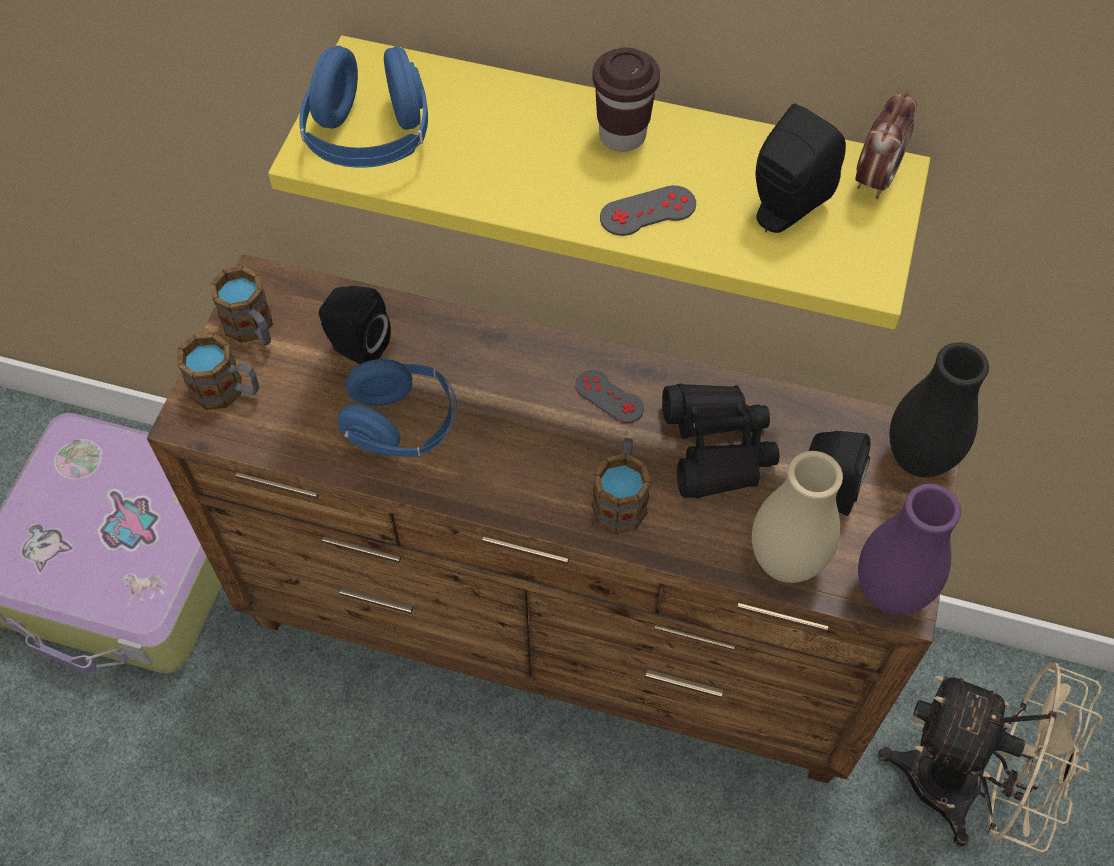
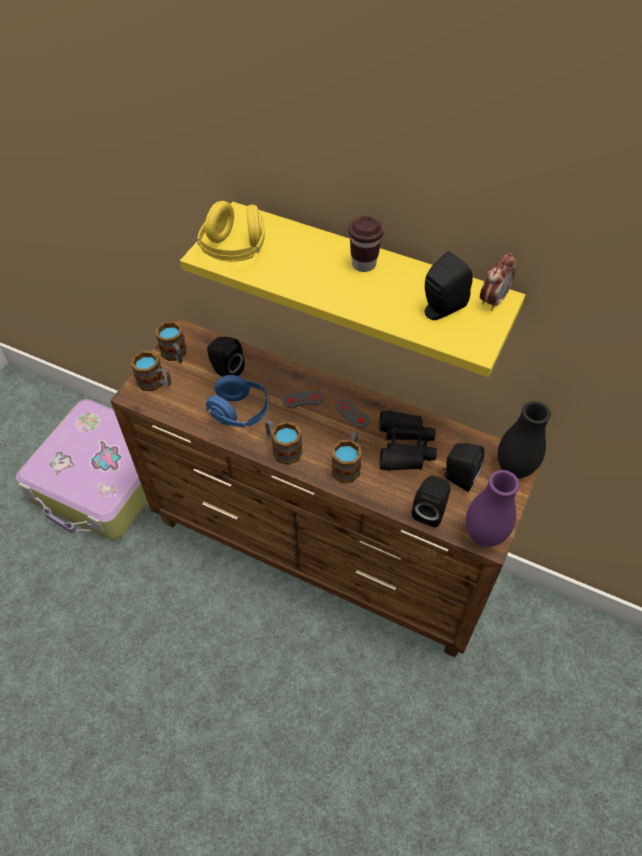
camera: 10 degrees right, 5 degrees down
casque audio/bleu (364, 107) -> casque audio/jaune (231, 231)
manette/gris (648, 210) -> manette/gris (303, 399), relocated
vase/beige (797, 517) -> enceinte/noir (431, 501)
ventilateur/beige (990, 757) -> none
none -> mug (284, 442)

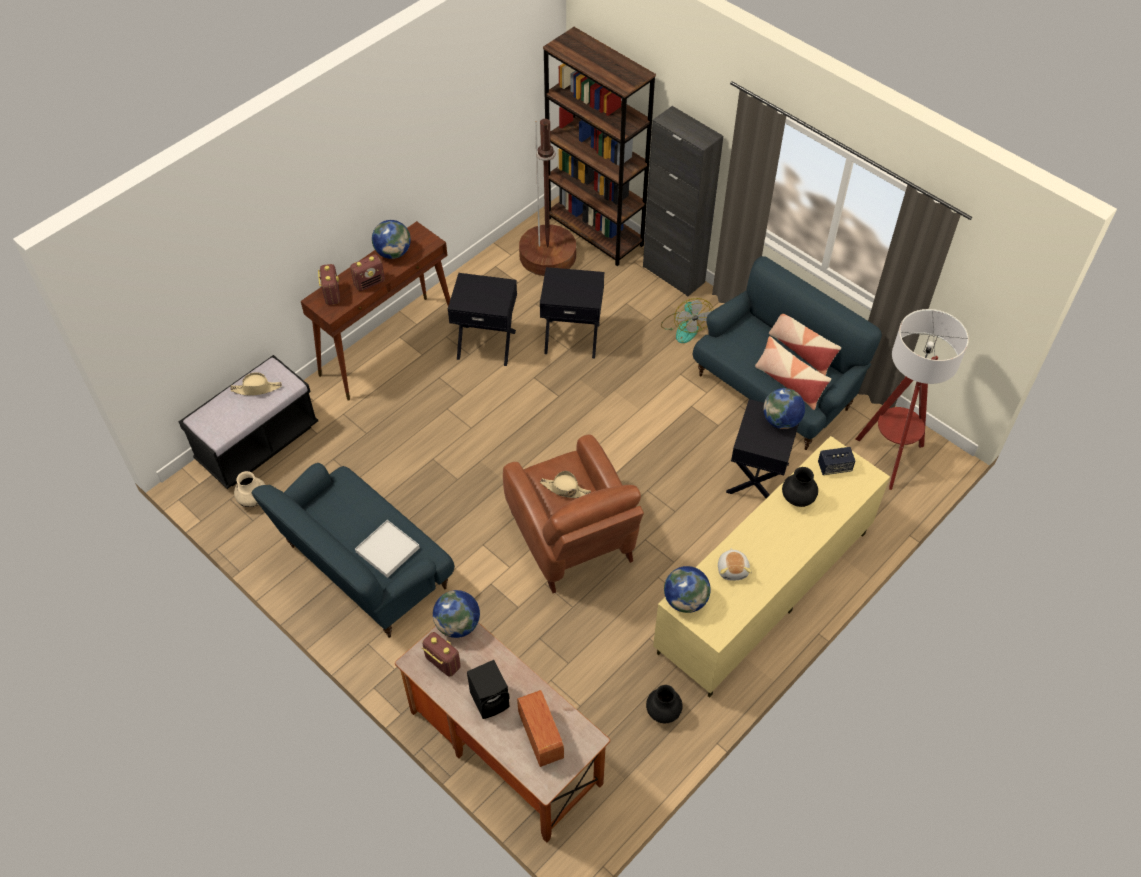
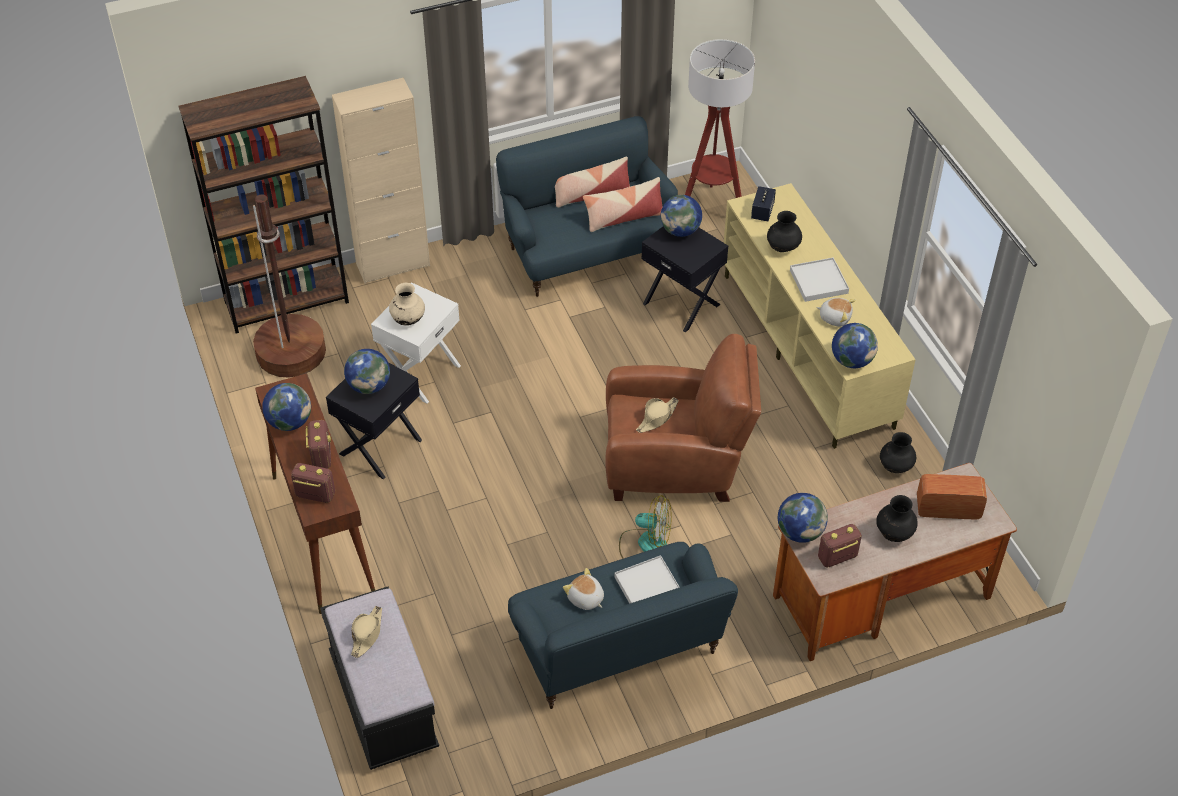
camera: 65 degrees left, 5 degrees down
vase/beige (250, 489) -> vase/beige (407, 304), relocated
enceinte/noir (488, 689) -> vase/noir (897, 518)
table d'appoint/noir (572, 312) -> table d'appoint/blanc (416, 342)
meuble de rangement/noir (683, 201) -> meuble de rangement/beige (381, 181)
ventilateur (687, 320) -> ventilateur (645, 527), relocated
none -> globe (367, 371)
none -> peluche (583, 589)
none -> plateau/blanc (819, 279)

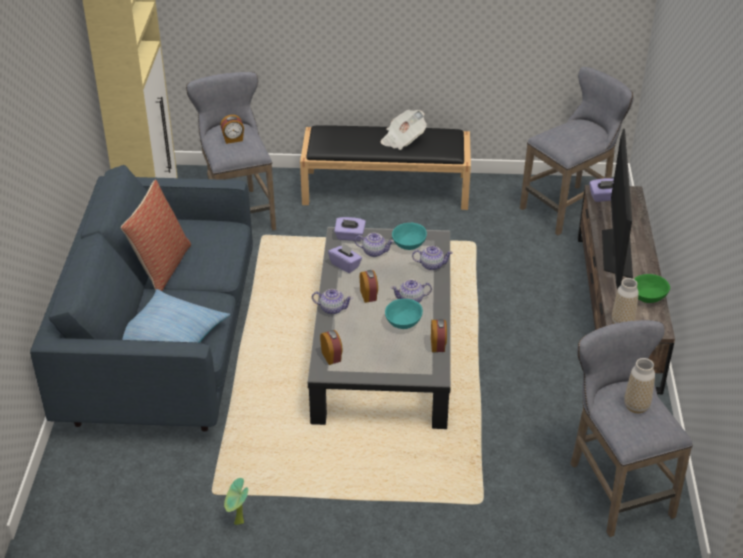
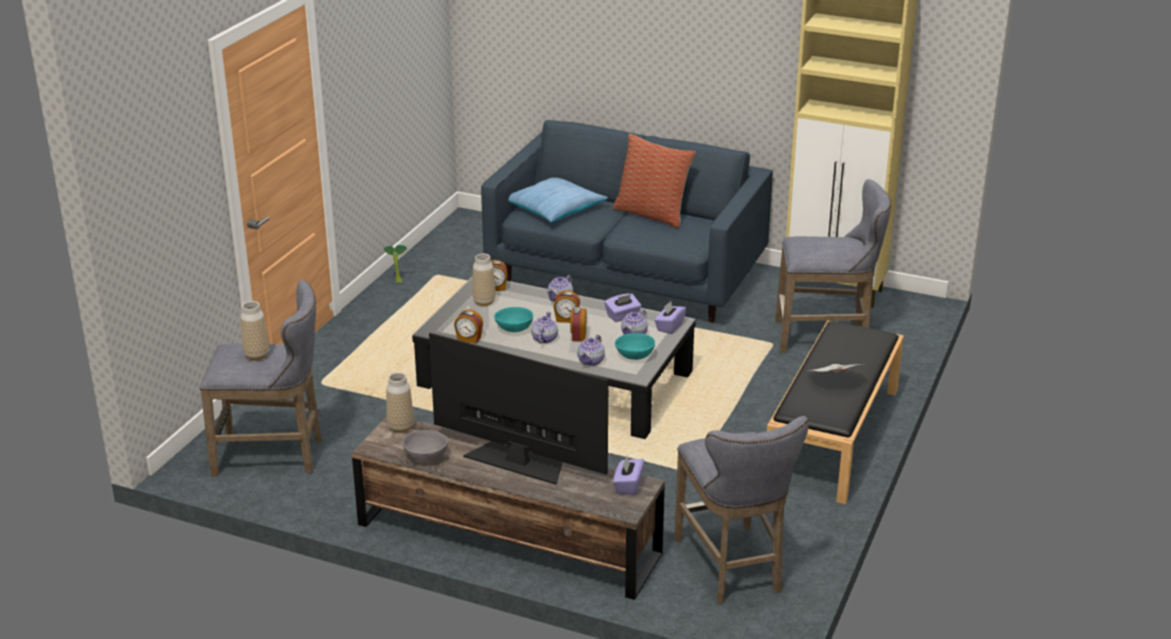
camera: 110 degrees right, 10 degrees down
réveil (232, 129) -> réveil (578, 324), relocated
bol/vert (652, 288) -> bol/gris (425, 446)
none -> vase (484, 279)

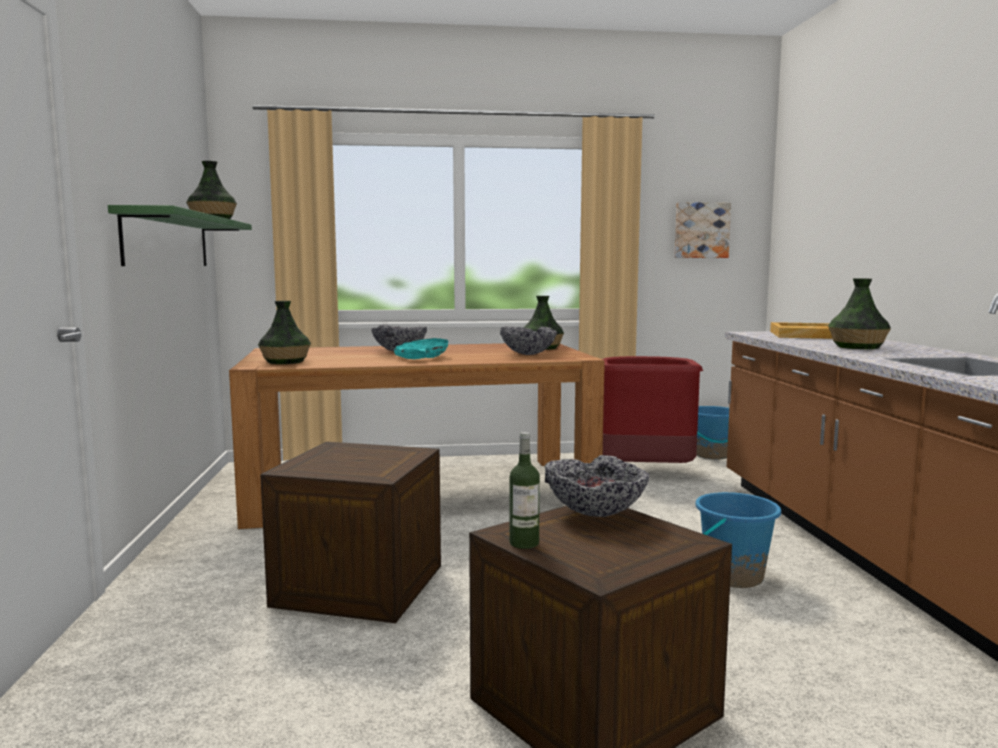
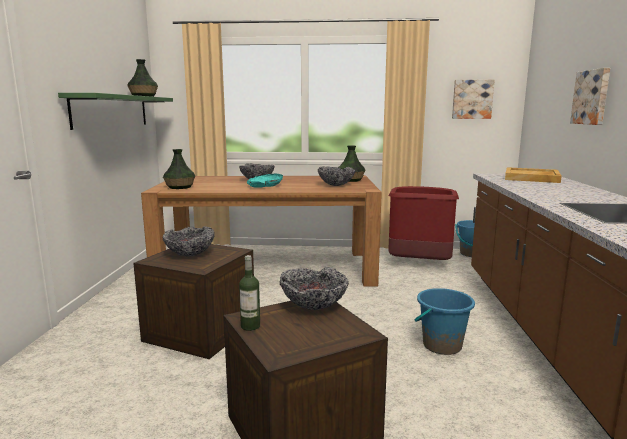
camera: 10 degrees right, 5 degrees up
vase (859, 314) -> none
none -> bol (189, 241)
none -> tableau (590, 96)

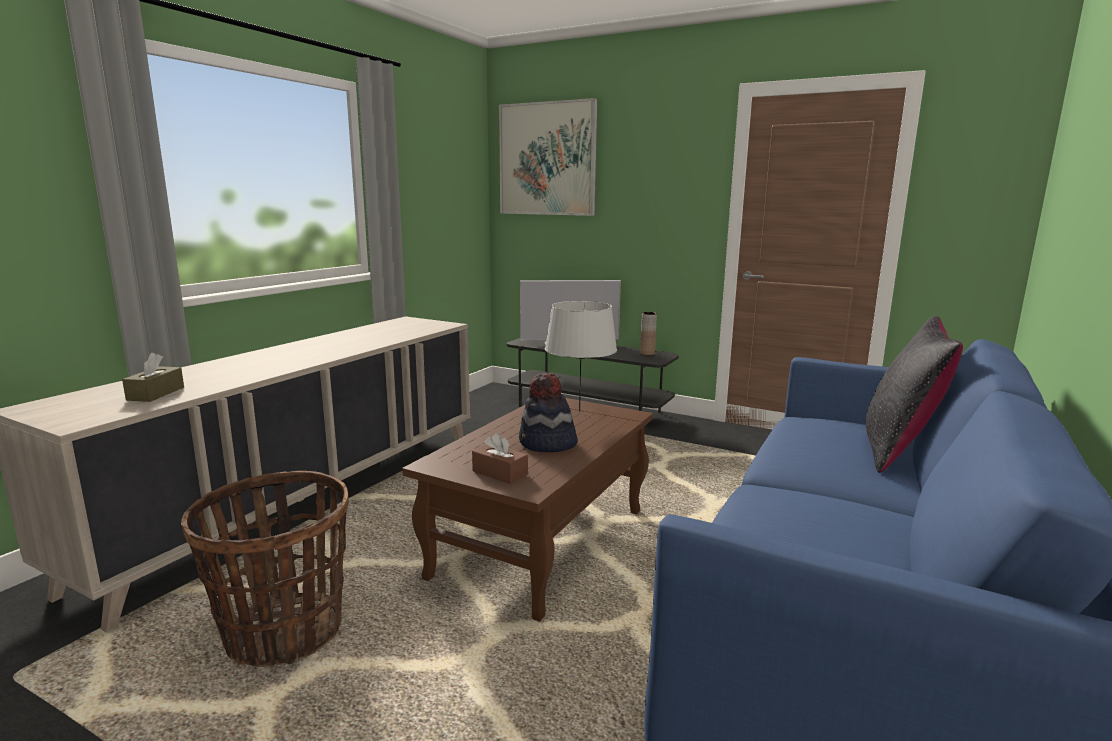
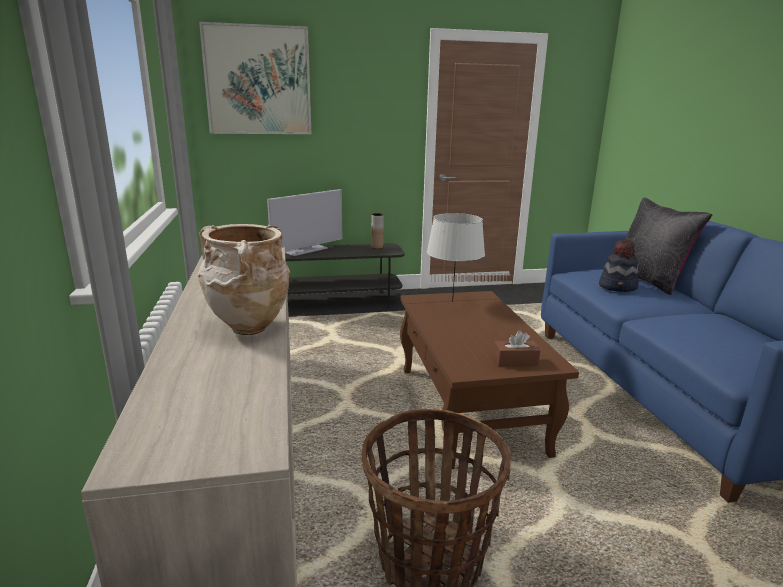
camera: 40 degrees left, 5 degrees up
boîte à mouchoirs/marron (153, 377) -> none
chapeau (548, 412) -> chapeau (619, 265), relocated
none -> vase/beige (243, 279)

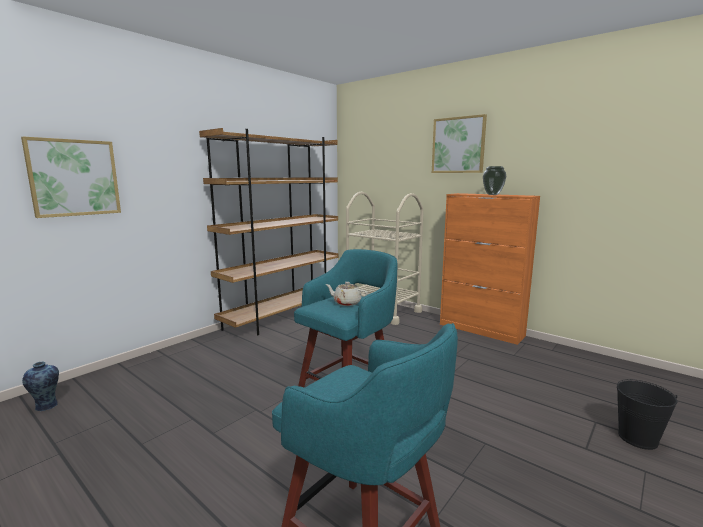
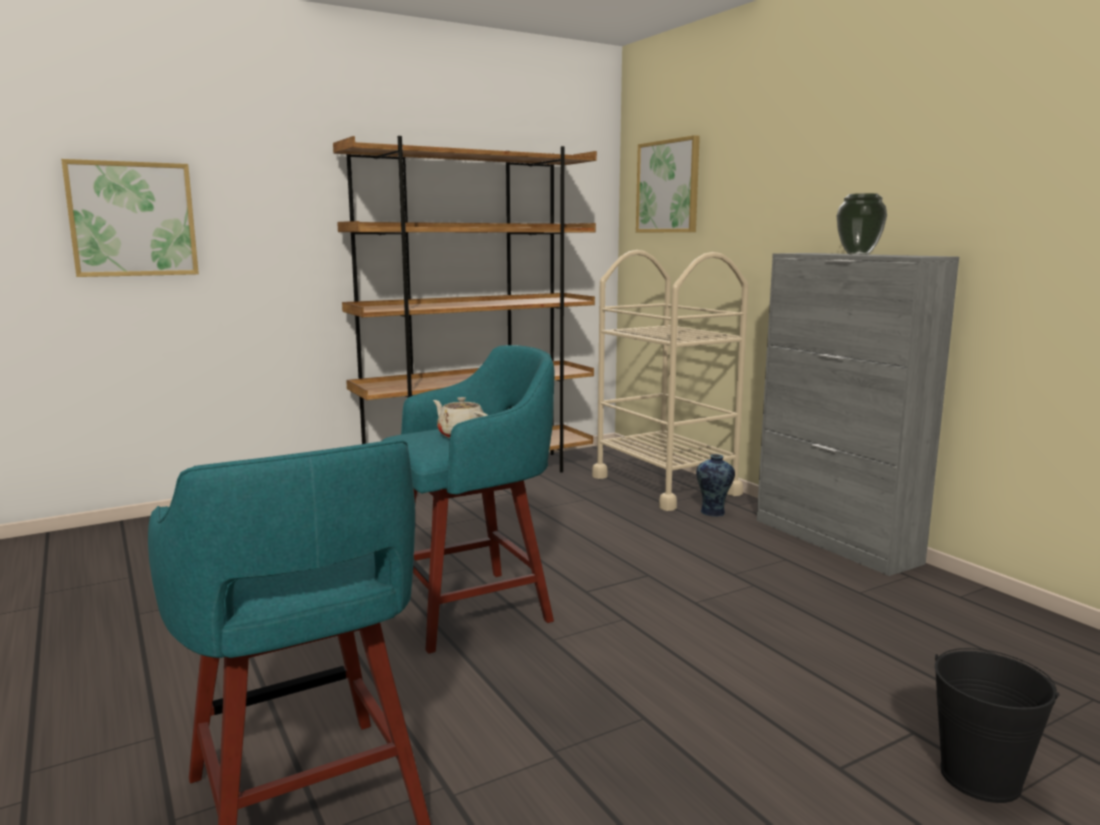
camera: 20 degrees right, 0 degrees up
vase (40, 386) -> vase (715, 485), relocated
tableau (459, 143) -> tableau (668, 183), relocated
meuble de rangement/orange (490, 269) -> meuble de rangement/gris (858, 414)

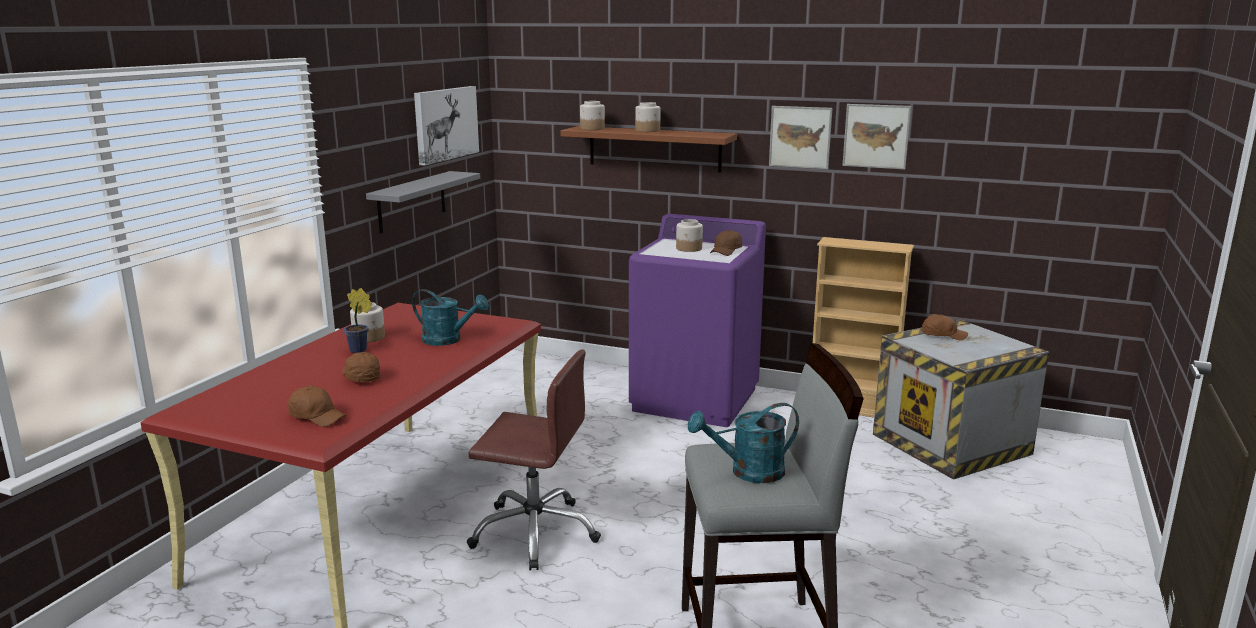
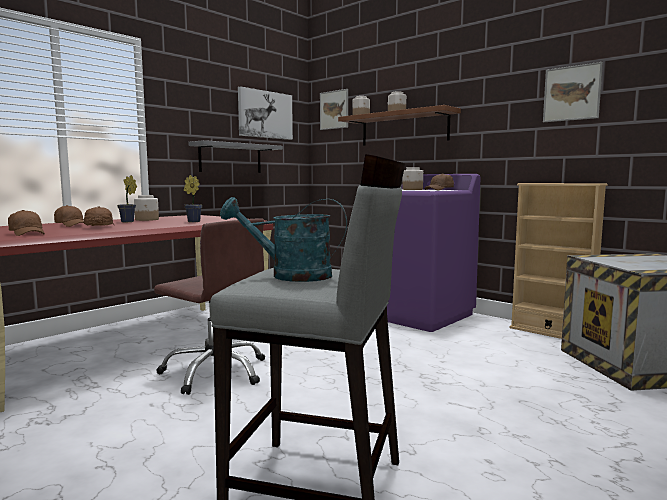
camera: 20 degrees right, 10 degrees down
arrosoir/turquoise (450, 317) -> plante en pot (193, 198)
tableau (801, 137) -> tableau (334, 109), relocated
casquette/marron (945, 327) -> casquette/marron (71, 216), relocated

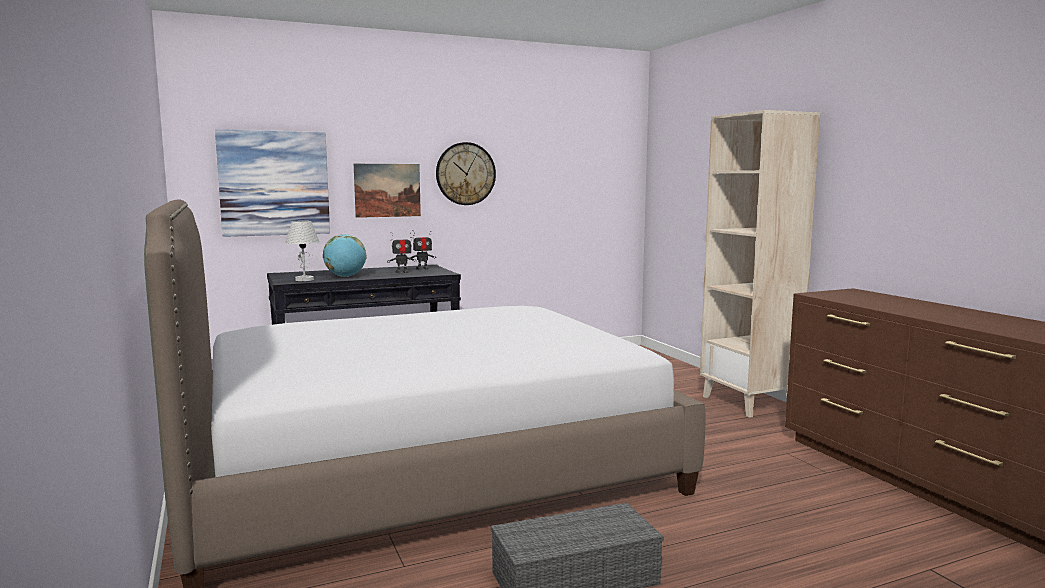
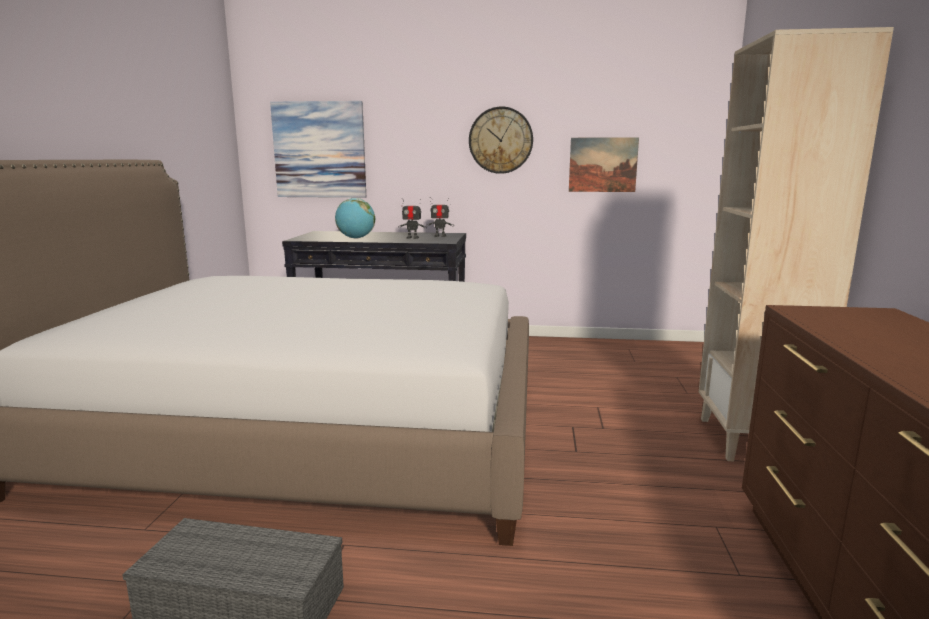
camera: 30 degrees right, 5 degrees up
lampe de table/blanc (302, 251) -> none
tableau (387, 191) -> tableau (604, 164), relocated

